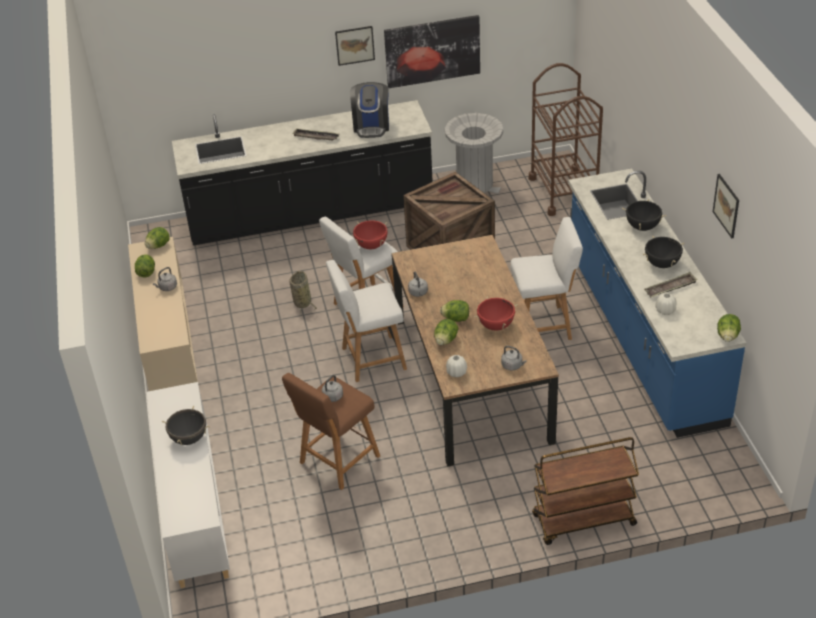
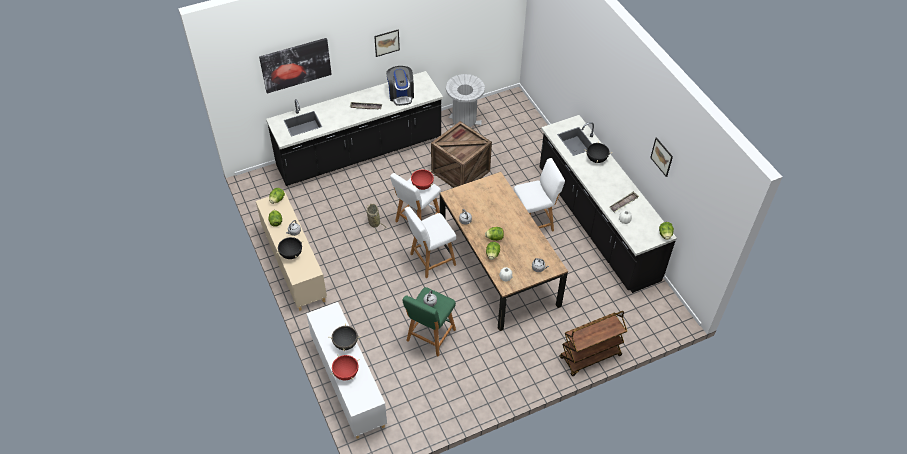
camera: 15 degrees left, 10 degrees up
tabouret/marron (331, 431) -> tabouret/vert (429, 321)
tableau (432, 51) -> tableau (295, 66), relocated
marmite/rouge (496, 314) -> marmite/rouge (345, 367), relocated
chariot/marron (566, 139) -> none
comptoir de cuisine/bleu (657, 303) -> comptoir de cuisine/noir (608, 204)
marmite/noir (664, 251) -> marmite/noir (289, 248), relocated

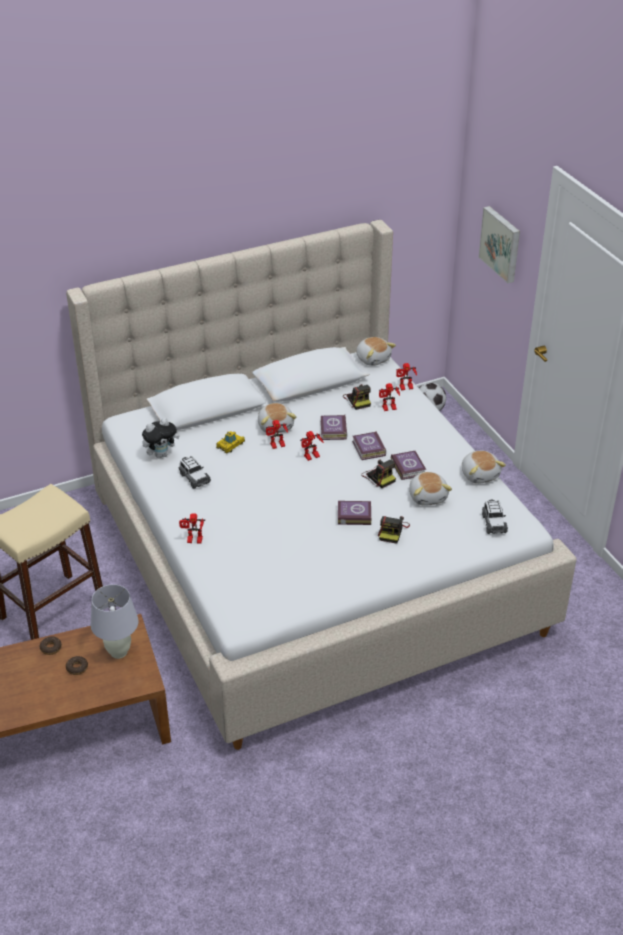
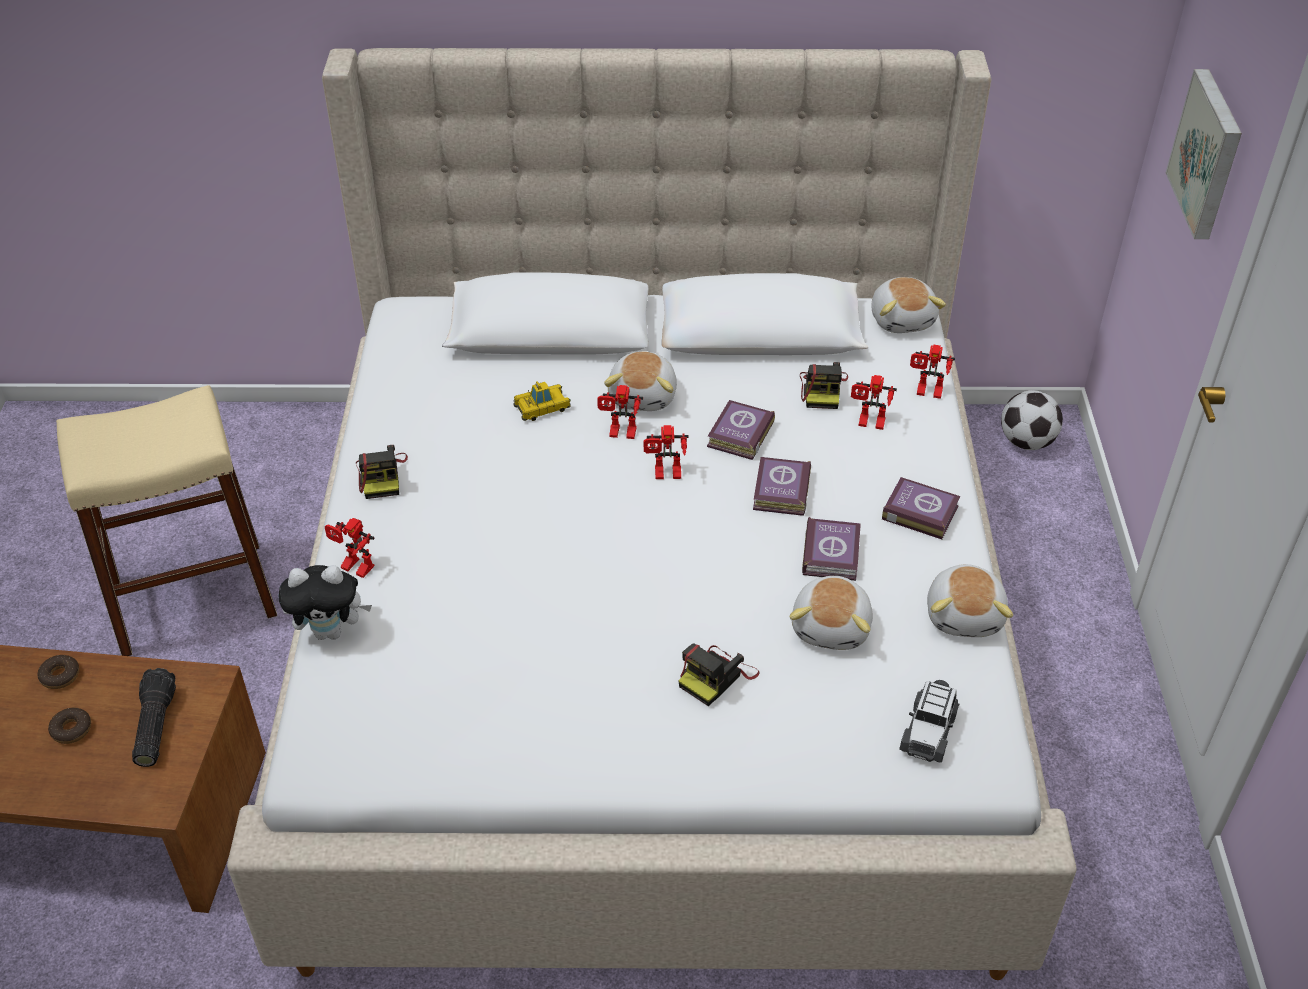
camera: 25 degrees right, 5 degrees up
lampe de table/blanc (114, 621) -> lampe de poche (154, 717)
peluche (161, 438) -> peluche (325, 602), relocated
petite voiture (195, 472) -> none
livre (354, 513) -> livre (921, 508), relocated
appareil photo (378, 473) -> appareil photo (382, 472), relocated

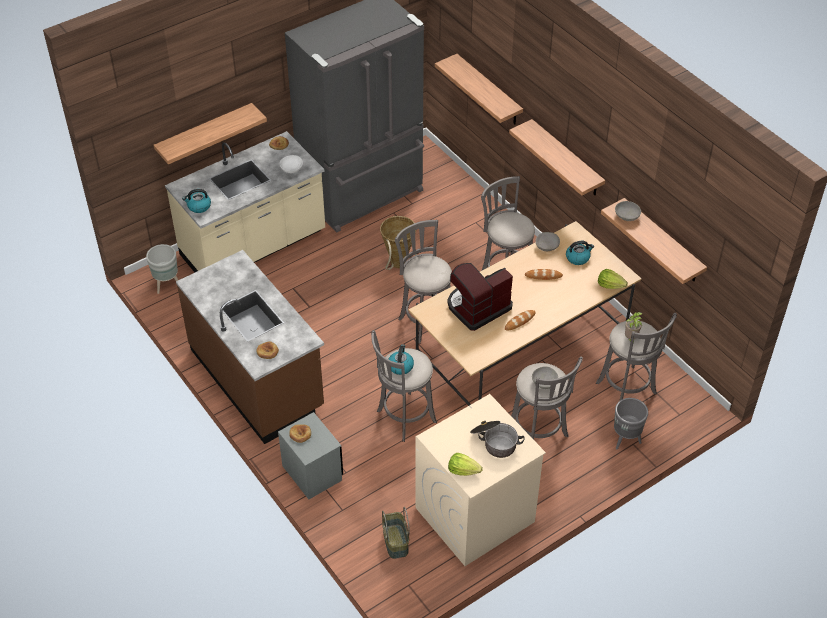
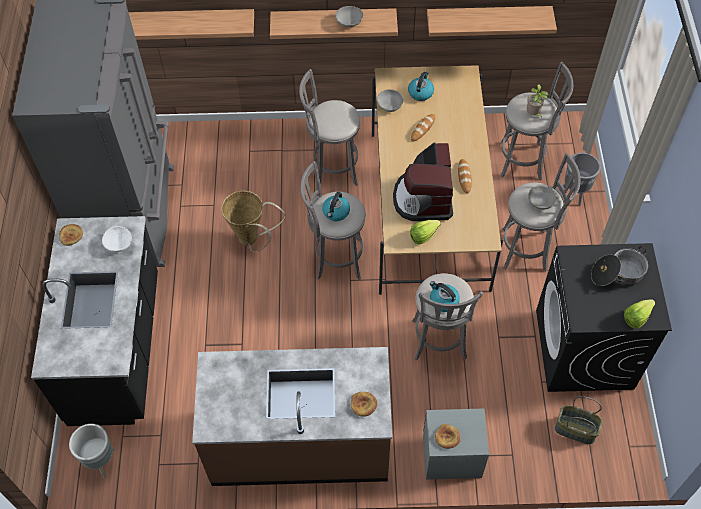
camera: 55 degrees left, 10 degrees up
étagère (210, 133) -> none
comptoir de cuisine/beige (245, 201) -> comptoir de cuisine/noir (94, 321)
bouilloire (196, 201) -> bouilloire (336, 206), relocated
lave-linge/beige (480, 480) -> lave-linge/noir (604, 317)
laitue (613, 279) -> laitue (425, 232), relocated
bol/gris (628, 211) -> bol/gris (349, 16), relocated

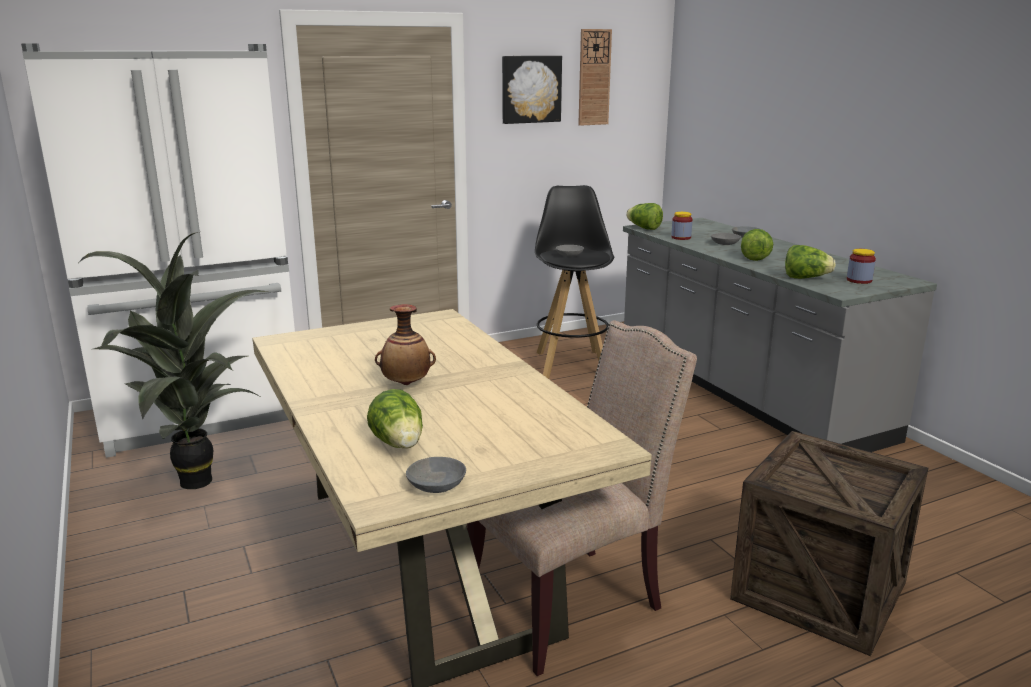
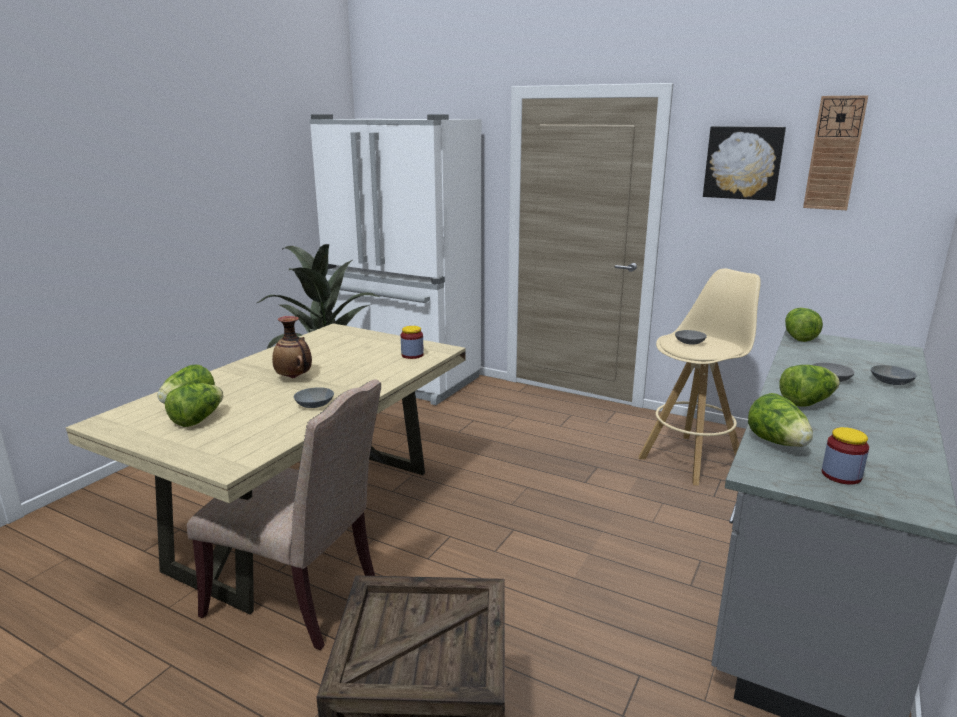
camera: 55 degrees right, 0 degrees up
bol/gris (436, 475) -> bol/gris (314, 397), relocated
tabouret/noir (574, 282) -> tabouret/beige (700, 376)
bocal (682, 226) -> bocal (412, 342), relocated
none -> laitue (194, 405)

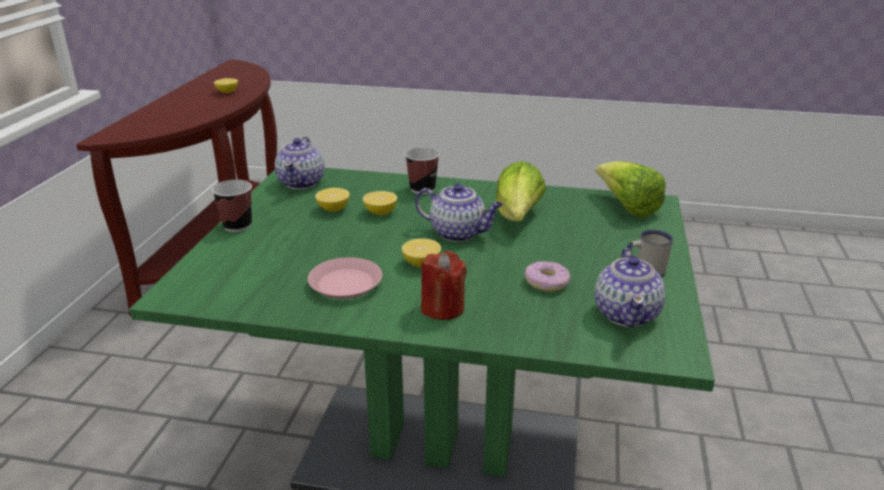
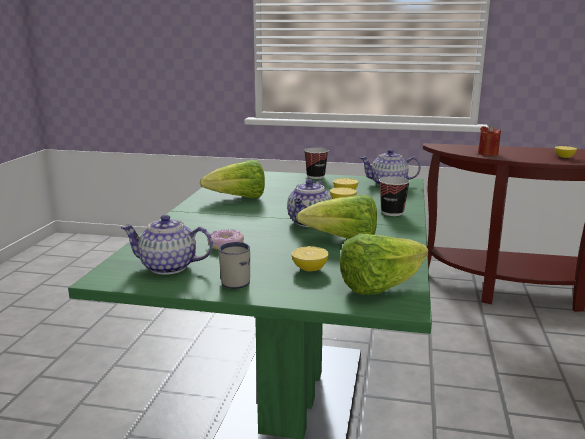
camera: 90 degrees right, 10 degrees down
assiette/rose (345, 278) -> laitue (232, 179)
citron (421, 252) -> citron (310, 259), relocated
bougie/rouge (444, 285) -> bougie/rouge (489, 140), relocated

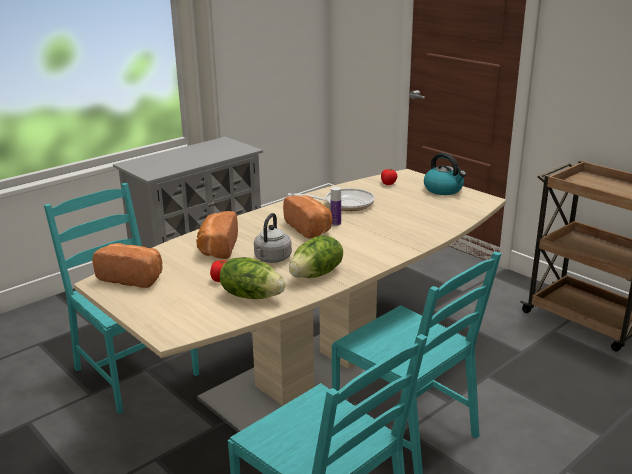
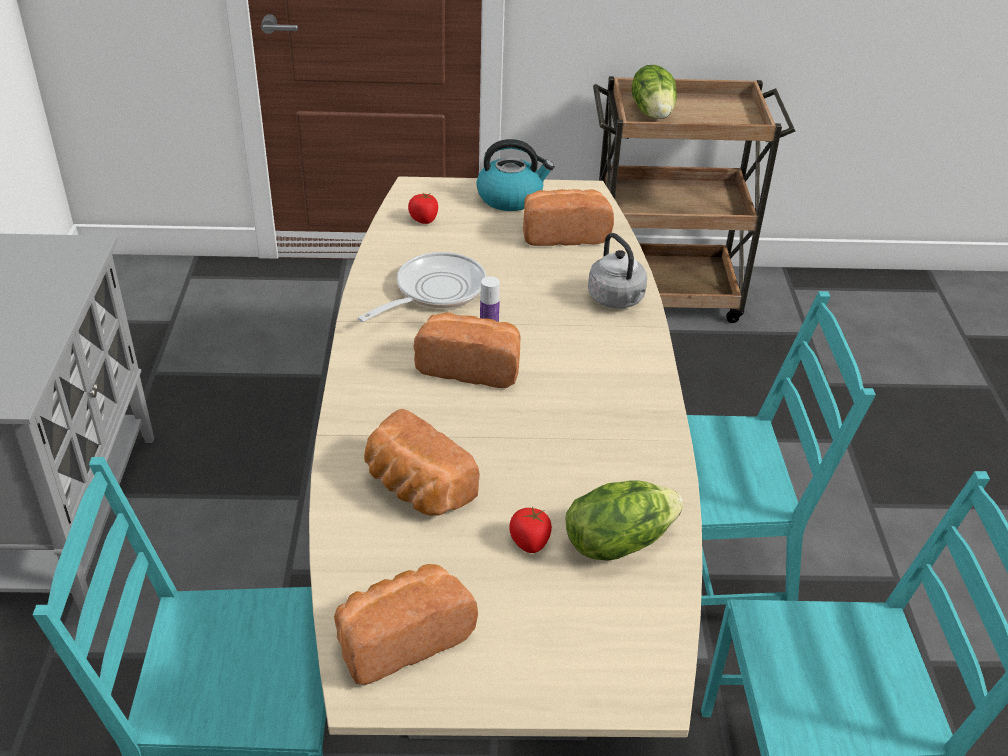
camera: 50 degrees left, 15 degrees up
bouilloire/gris (273, 238) -> bouilloire/gris (617, 271), relocated
laitue (316, 257) -> laitue (654, 92), relocated
none -> pain (568, 217)

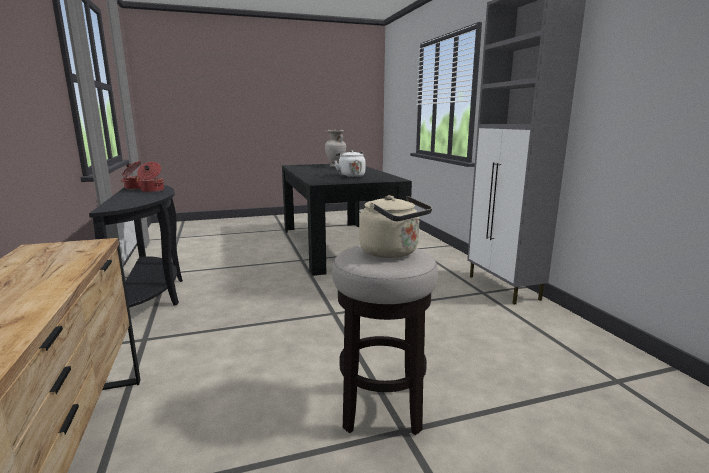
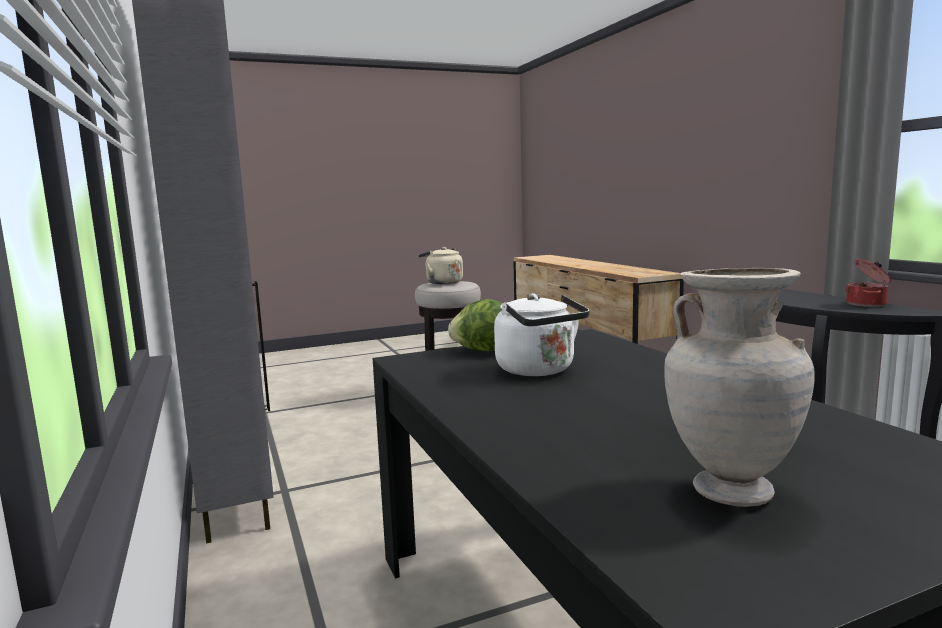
camera: 175 degrees right, 5 degrees down
marmite (150, 177) -> none
none -> laitue (475, 325)

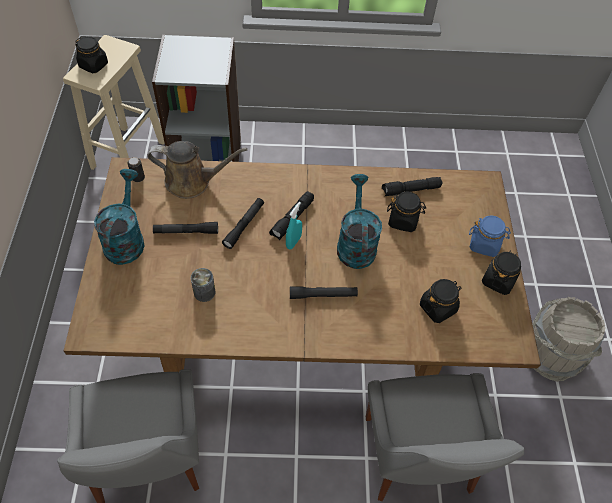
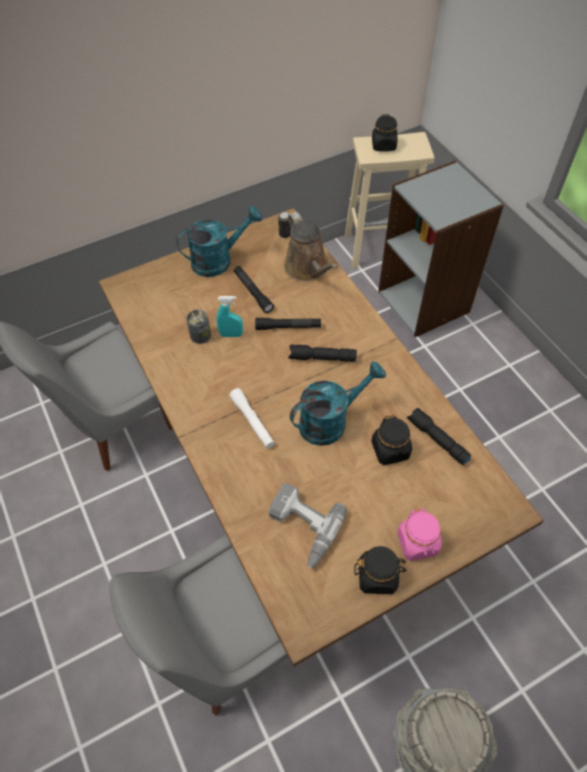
camera: 65 degrees right, 0 degrees up
vaporisateur/turquoise (294, 225) -> vaporisateur/turquoise (229, 316), relocated
lampe de poche/noir (324, 292) -> lampe de poche/blanc (252, 418)
bocal/noir (440, 301) -> perceuse (308, 526)
bocal/bleu (490, 236) -> bocal/rose (419, 534)

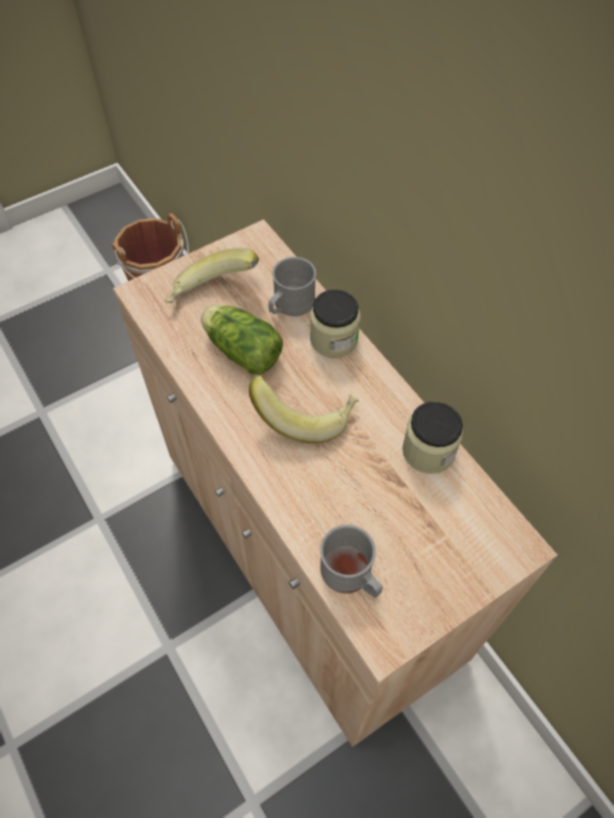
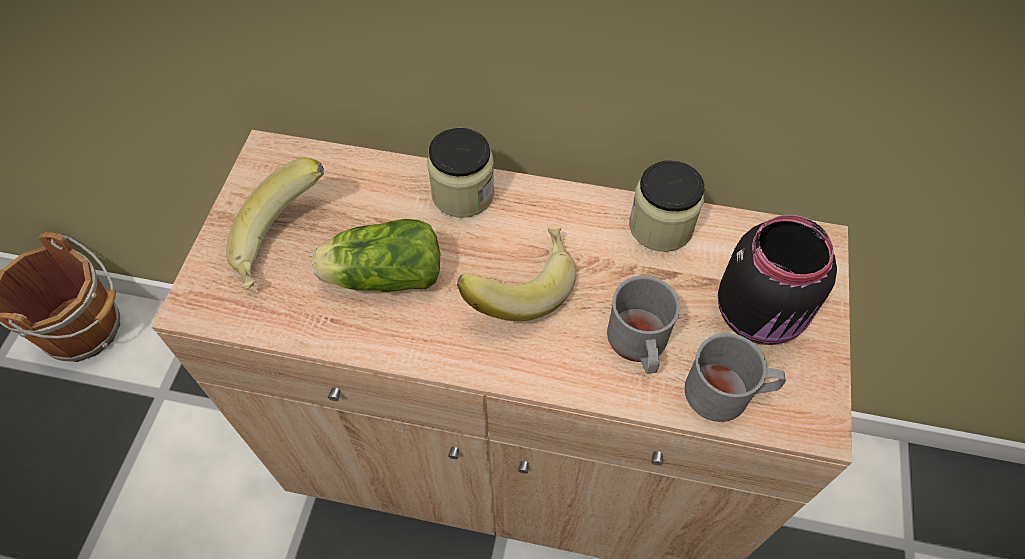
camera: 45 degrees left, 0 degrees up
mug/gris (292, 286) -> mug/gris (643, 324), relocated
none -> bocal/noir (777, 280)

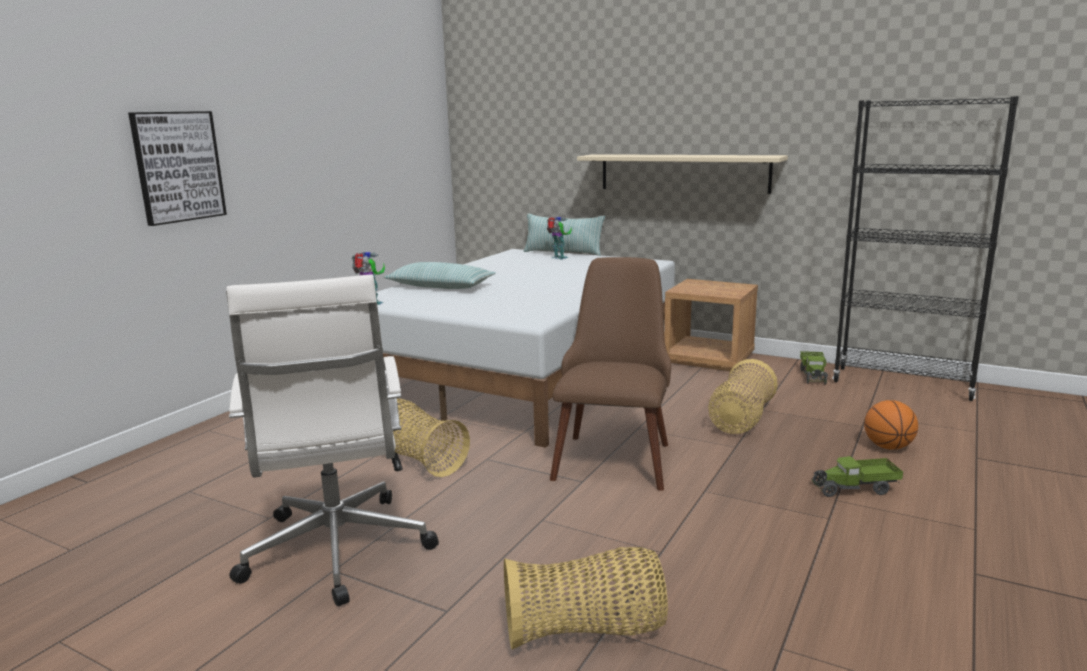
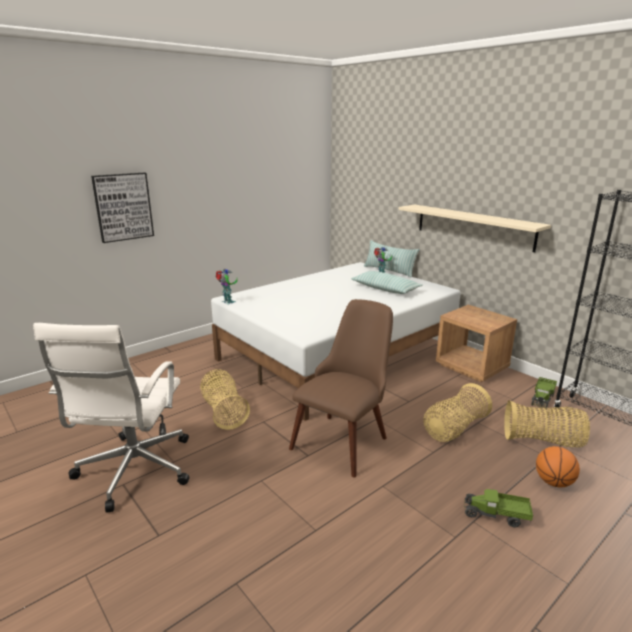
camera: 20 degrees right, 5 degrees up
coussin (440, 275) -> coussin (387, 282), relocated
panier (586, 598) -> panier (547, 424), relocated

